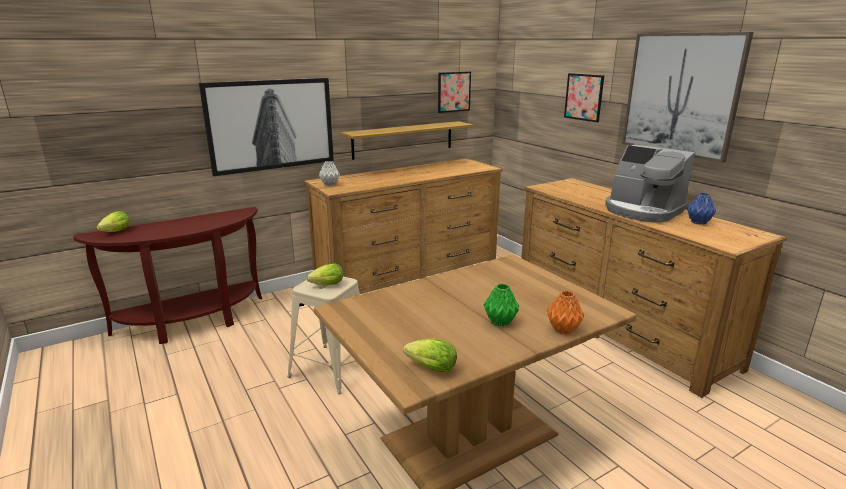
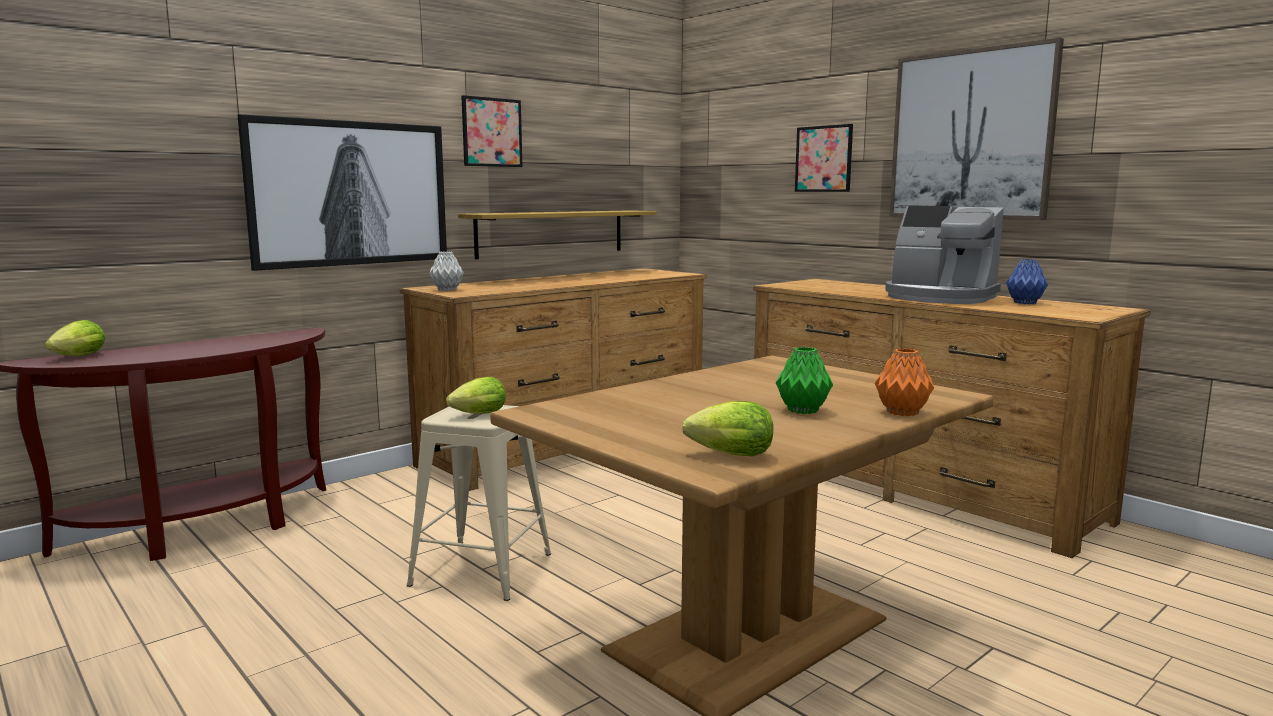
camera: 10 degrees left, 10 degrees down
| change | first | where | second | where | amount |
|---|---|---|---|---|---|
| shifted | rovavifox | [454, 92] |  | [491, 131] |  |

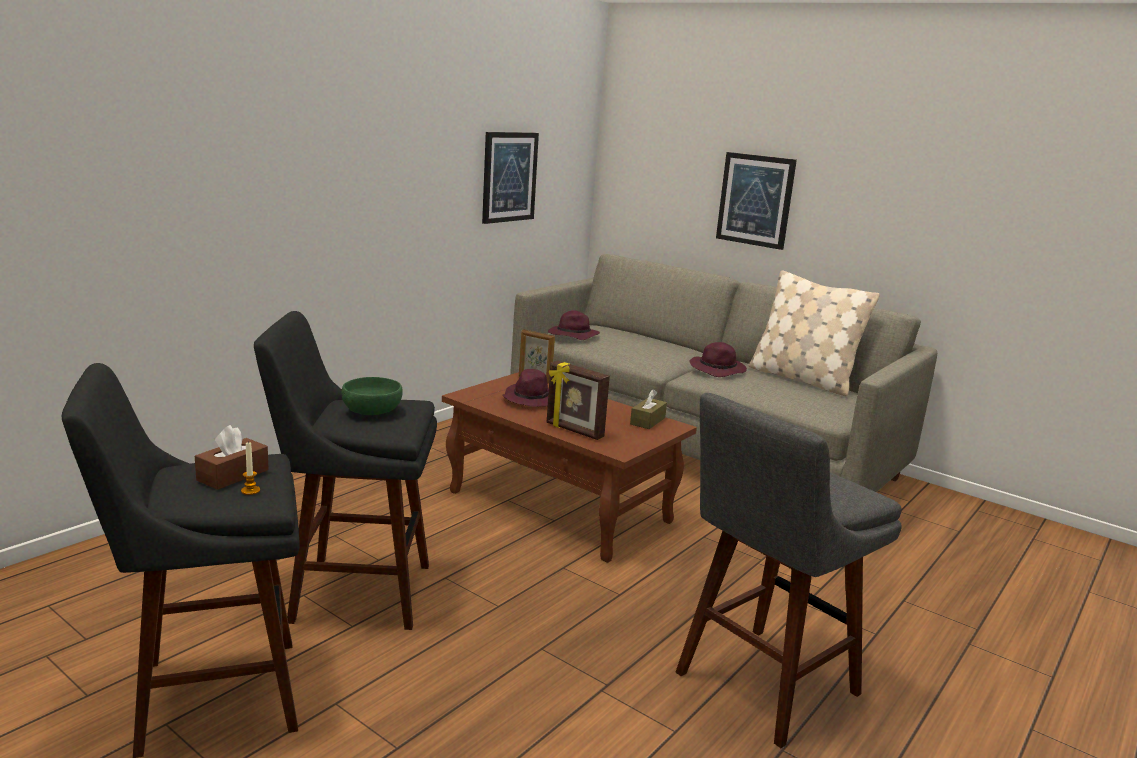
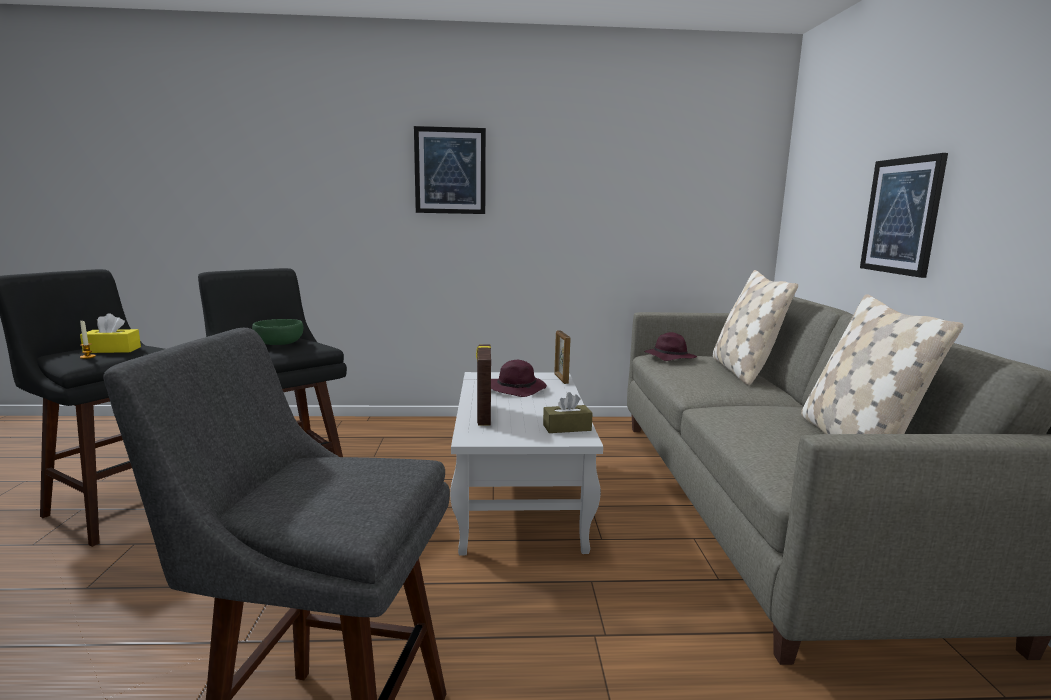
camera: 50 degrees right, 5 degrees down
| change | first | where | second | where | amount |
|---|---|---|---|---|---|
| repainted | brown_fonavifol | [232, 457] | yellow_fonavifol | [110, 333] |  |
| shifted | rovavifox | [510, 178] |  | [450, 170] |  |
| repainted | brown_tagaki | [569, 467] | white_tagaki | [526, 463] |  |
| new |  |  | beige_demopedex | [755, 328] |  |
| gone | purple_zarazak | [718, 359] |  |  |  |

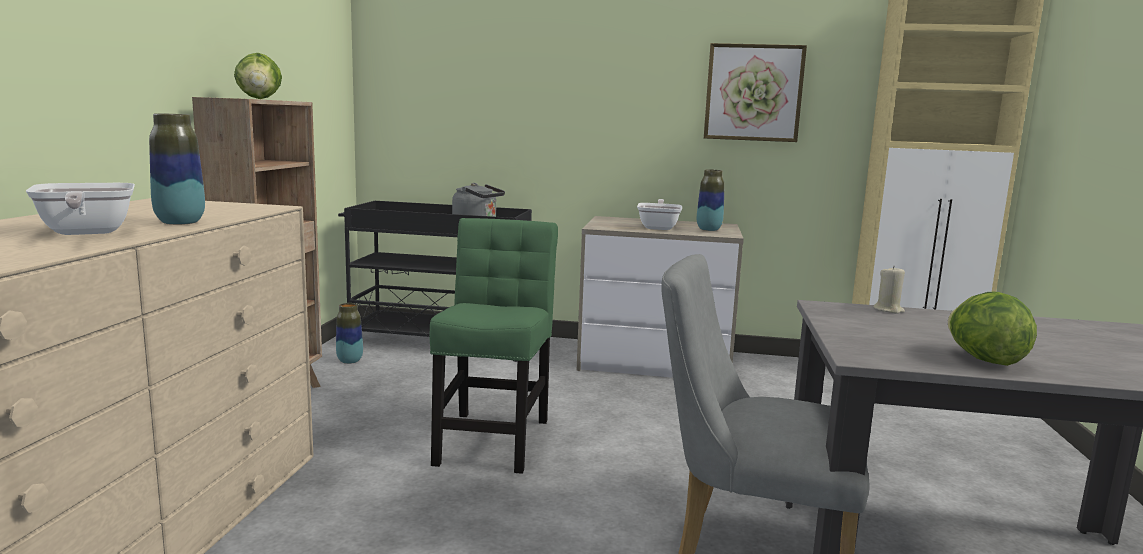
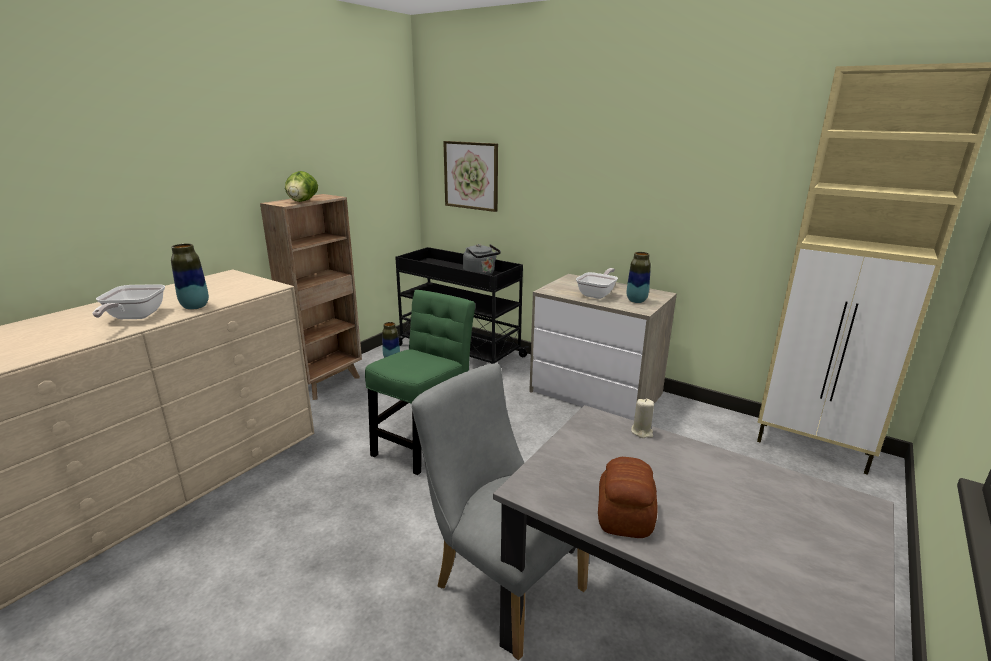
camera: 25 degrees right, 10 degrees up
| change | first | where | second | where | amount |
|---|---|---|---|---|---|
| shifted | rovavifox | [755, 92] |  | [470, 176] |  |
| swapped | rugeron | [992, 329] | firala | [627, 497] |  |

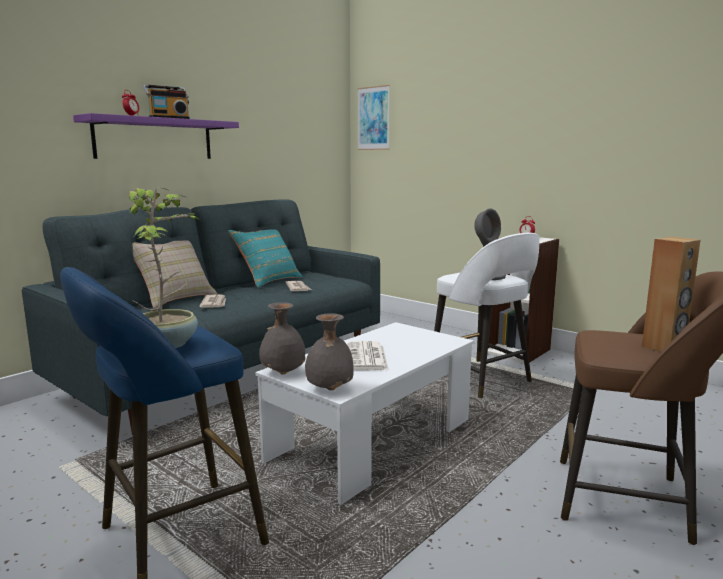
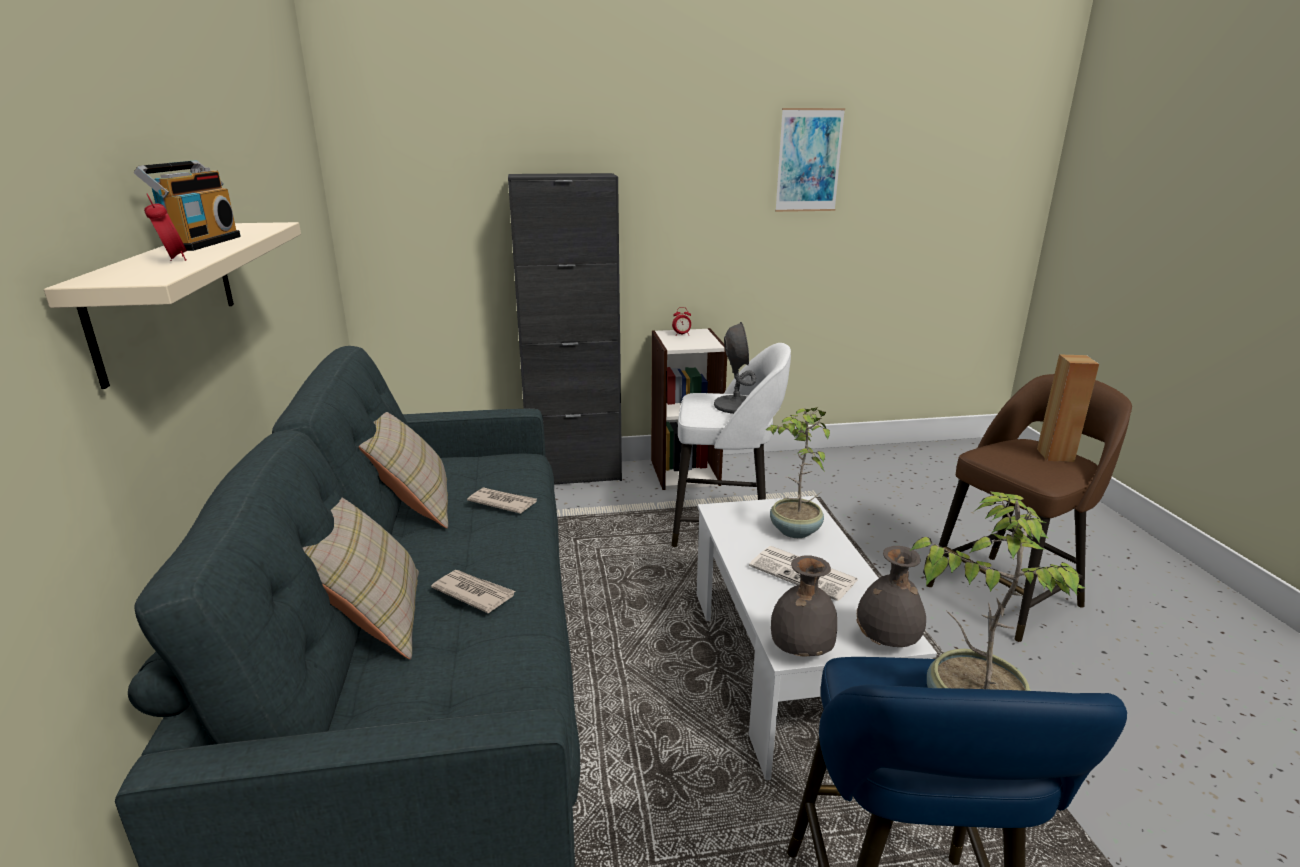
camera: 50 degrees left, 10 degrees up
| change | first | where | second | where | amount |
|---|---|---|---|---|---|
| repainted | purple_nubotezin | [156, 136] | beige_nubotezin | [172, 305] |  |
| repainted | turquoise_demopedex | [265, 258] | beige_demopedex | [403, 470] |  |
| new |  |  | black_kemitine | [565, 328] |  |
| new |  |  | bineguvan | [798, 472] |  |
| shifted | rovavifox | [374, 117] |  | [810, 160] |  |

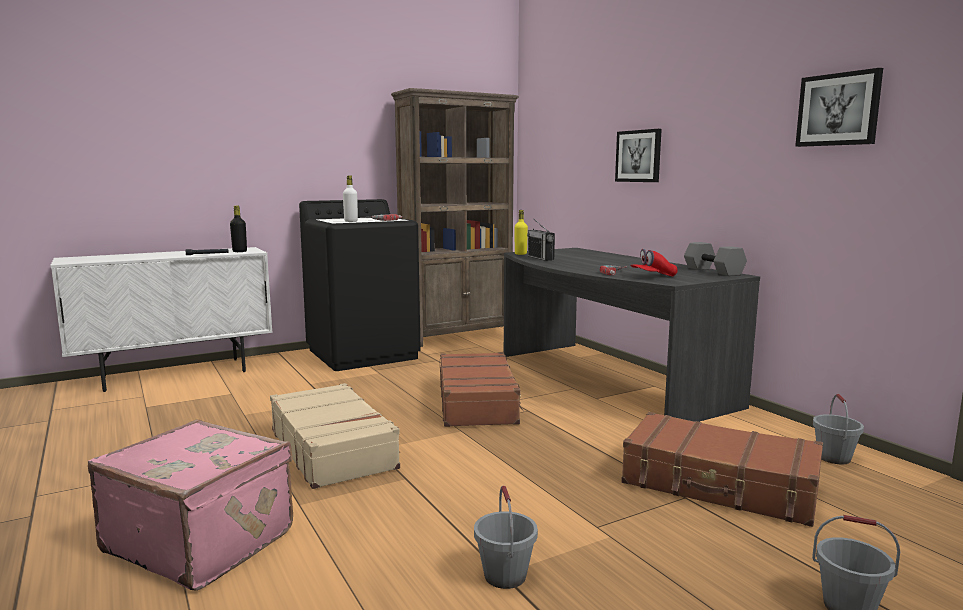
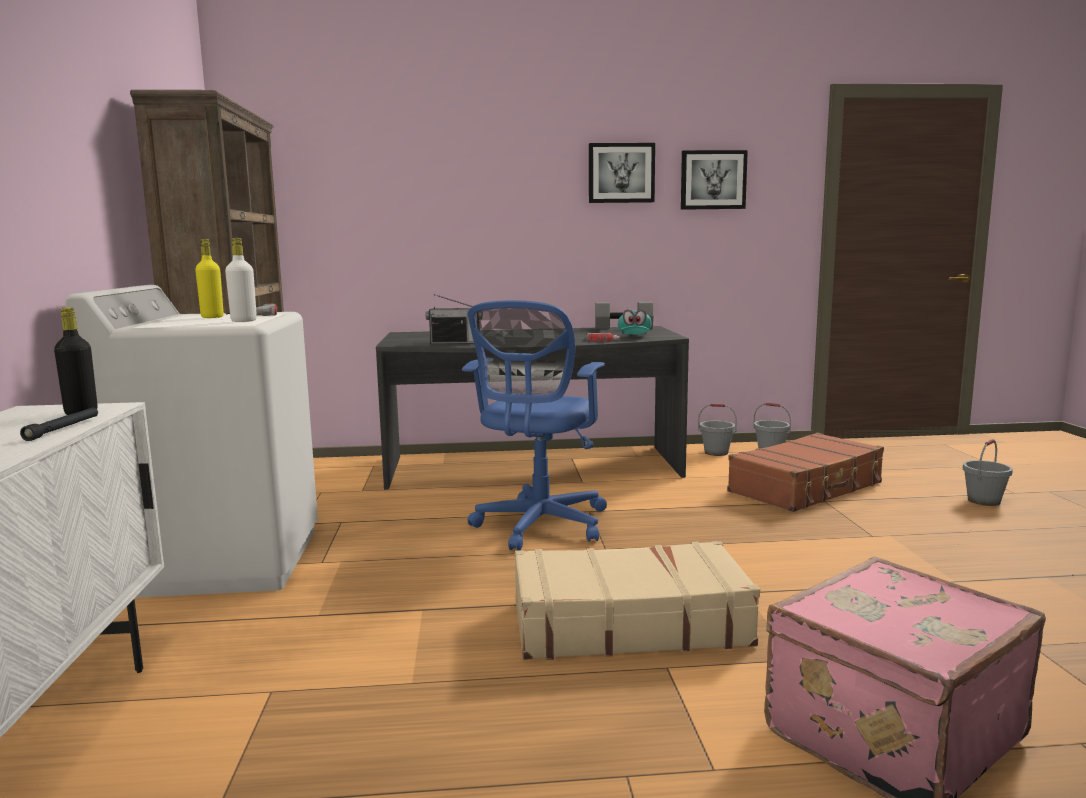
camera: 65 degrees left, 0 degrees up
| change | first | where | second | where | amount |
|---|---|---|---|---|---|
| repainted | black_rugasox | [360, 285] | white_rugasox | [191, 441] |  |
| shifted | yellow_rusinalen | [521, 232] |  | [209, 278] |  |
| swapped | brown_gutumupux | [482, 389] | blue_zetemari | [534, 425] |  |
| shifted | rovavifox | [638, 155] |  | [622, 173] |  |
| repainted | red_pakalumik | [653, 262] | turquoise_pakalumik | [634, 322] |  |
| shifted | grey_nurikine | [506, 537] |  | [717, 430] |  |

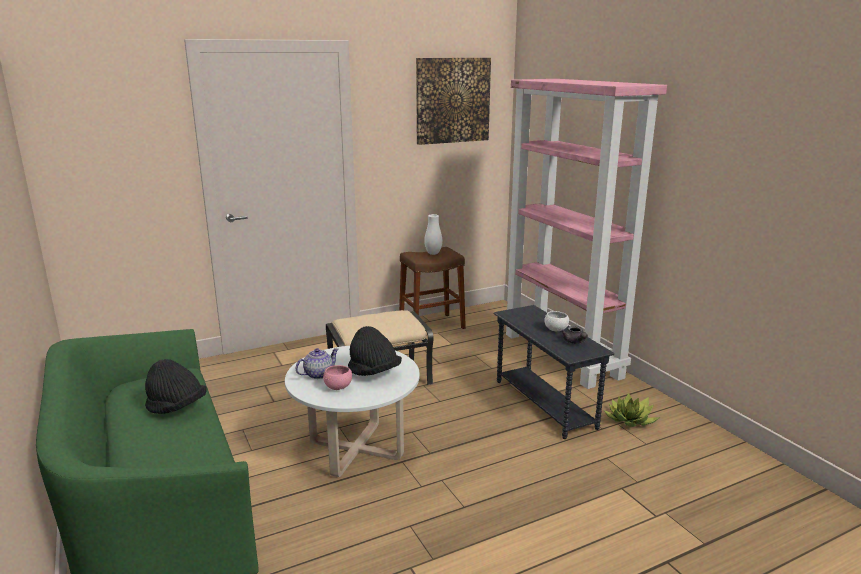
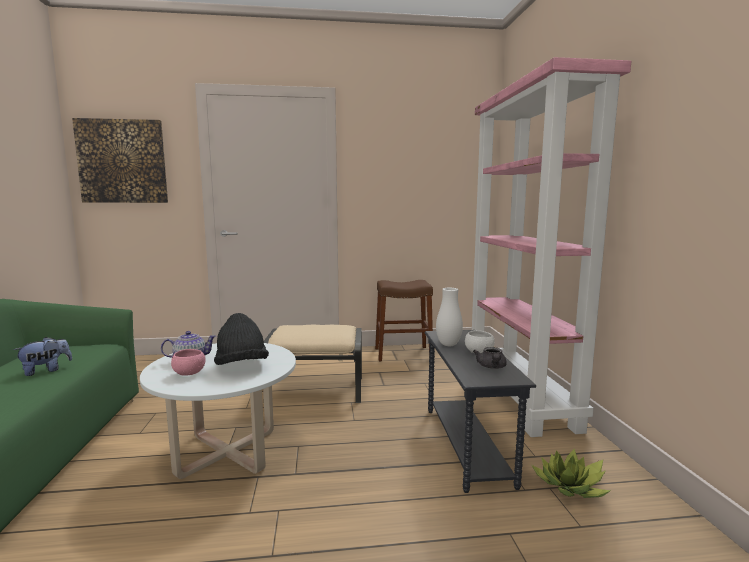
camera: 20 degrees right, 10 degrees down
| change | first | where | second | where | amount |
|---|---|---|---|---|---|
| swapped | black_zarazak | [176, 386] | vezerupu | [43, 356] |  |
| shifted | rovavifox | [453, 101] |  | [120, 160] |  |
| shifted | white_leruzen | [433, 234] |  | [449, 317] |  |

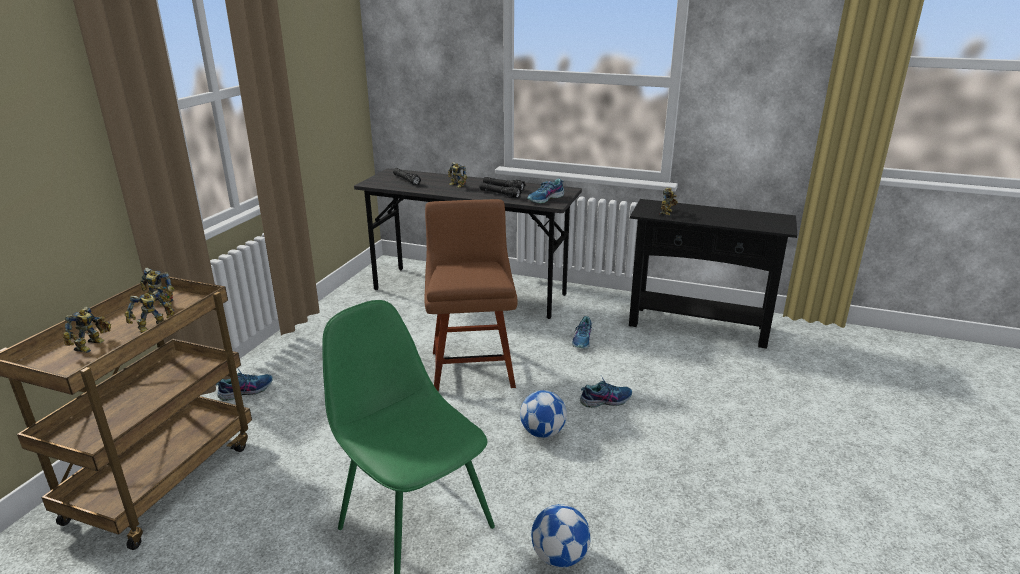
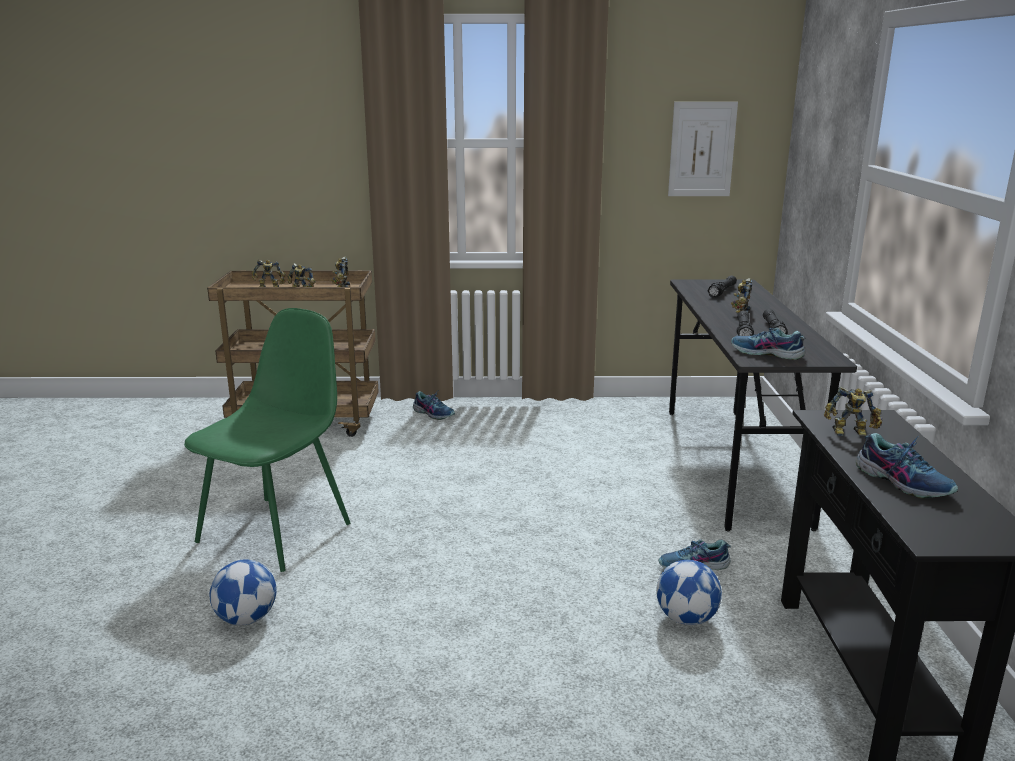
camera: 70 degrees right, 5 degrees down
| change | first | where | second | where | amount |
|---|---|---|---|---|---|
| shifted | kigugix | [543, 414] |  | [689, 592] |  |
| new |  |  | rovavifox | [703, 149] |  |
| shifted | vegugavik | [606, 392] |  | [907, 466] |  |
| gone | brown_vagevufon | [471, 295] |  |  |  |

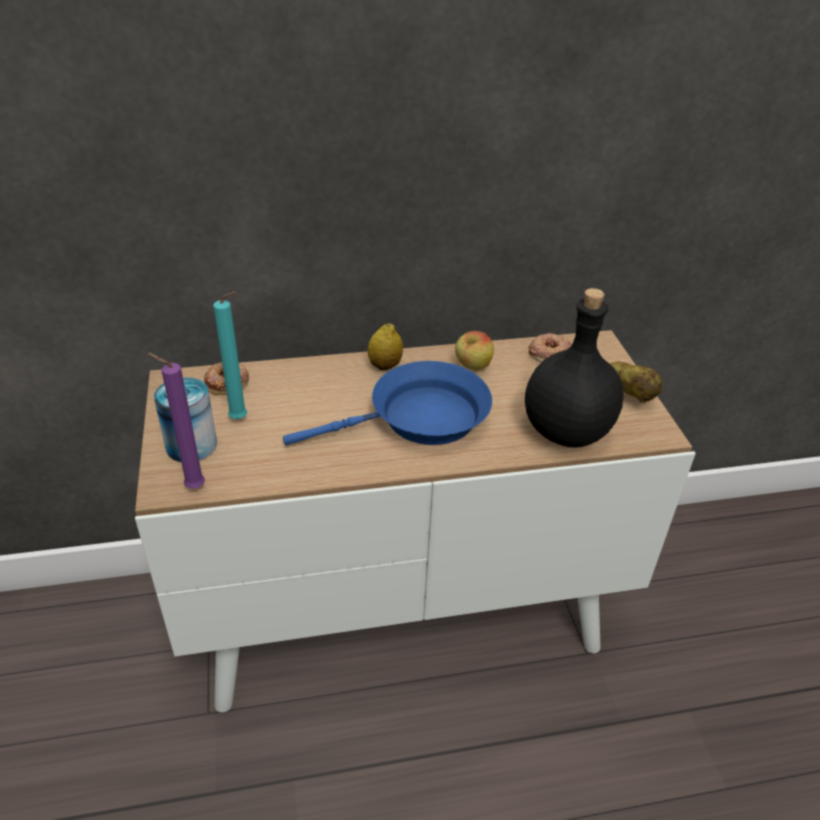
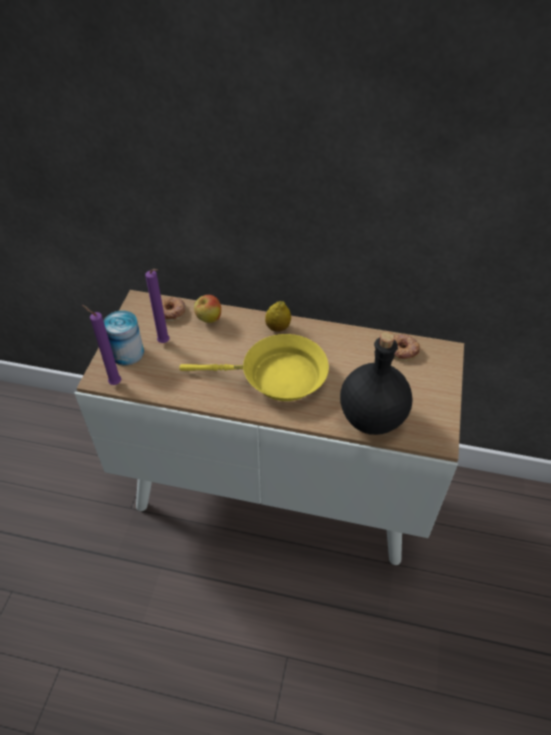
camera: 25 degrees right, 10 degrees up
| change | first | where | second | where | amount |
|---|---|---|---|---|---|
| repainted | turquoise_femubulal | [230, 355] | purple_femubulal | [157, 306] |  |
| repainted | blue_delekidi | [387, 403] | yellow_delekidi | [254, 367] |  |
| shifted | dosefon | [474, 351] |  | [207, 309] |  |
| gone | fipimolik | [636, 382] |  |  |  |

